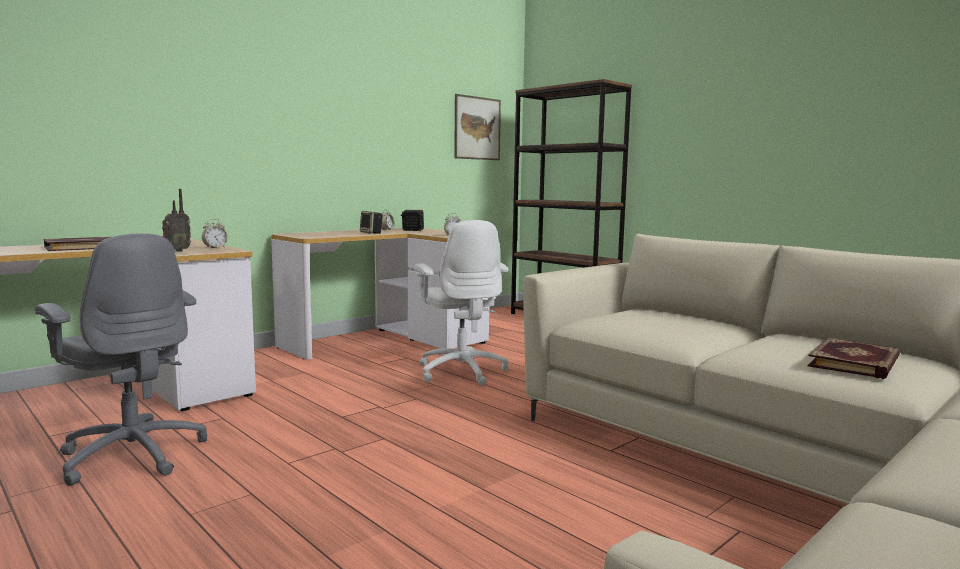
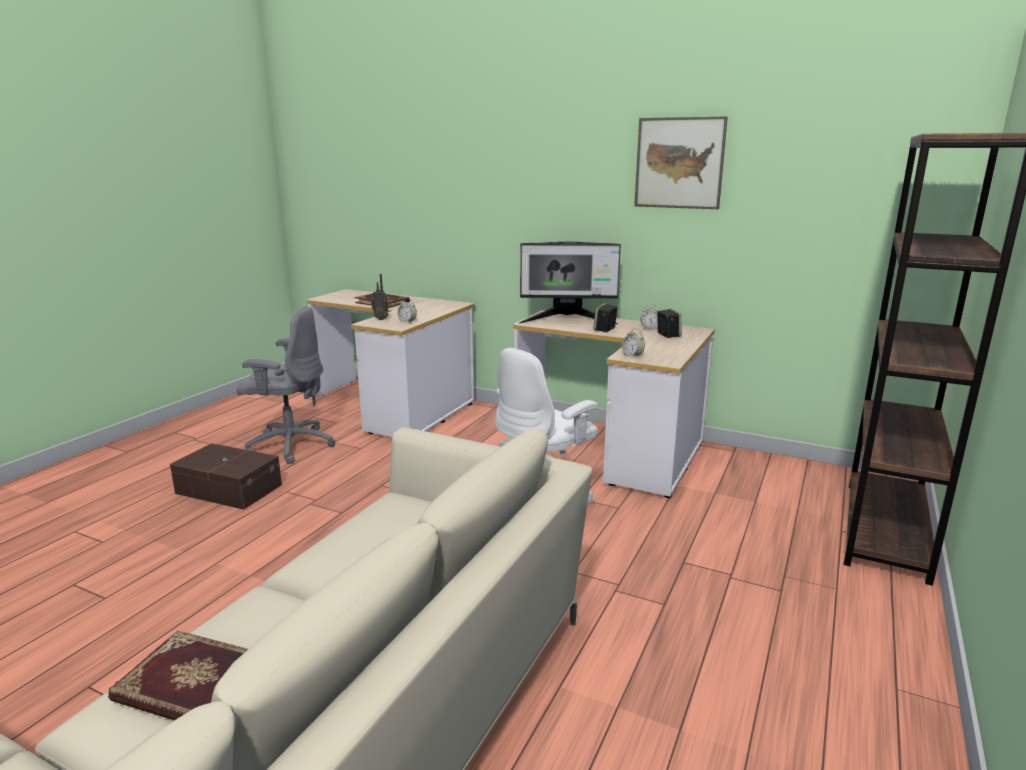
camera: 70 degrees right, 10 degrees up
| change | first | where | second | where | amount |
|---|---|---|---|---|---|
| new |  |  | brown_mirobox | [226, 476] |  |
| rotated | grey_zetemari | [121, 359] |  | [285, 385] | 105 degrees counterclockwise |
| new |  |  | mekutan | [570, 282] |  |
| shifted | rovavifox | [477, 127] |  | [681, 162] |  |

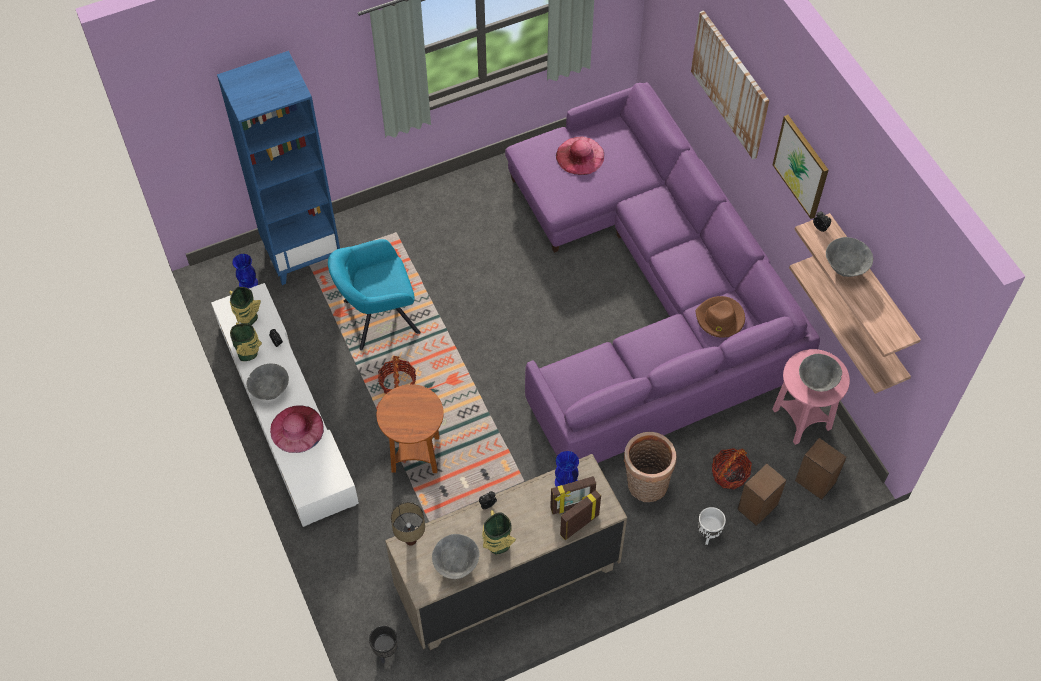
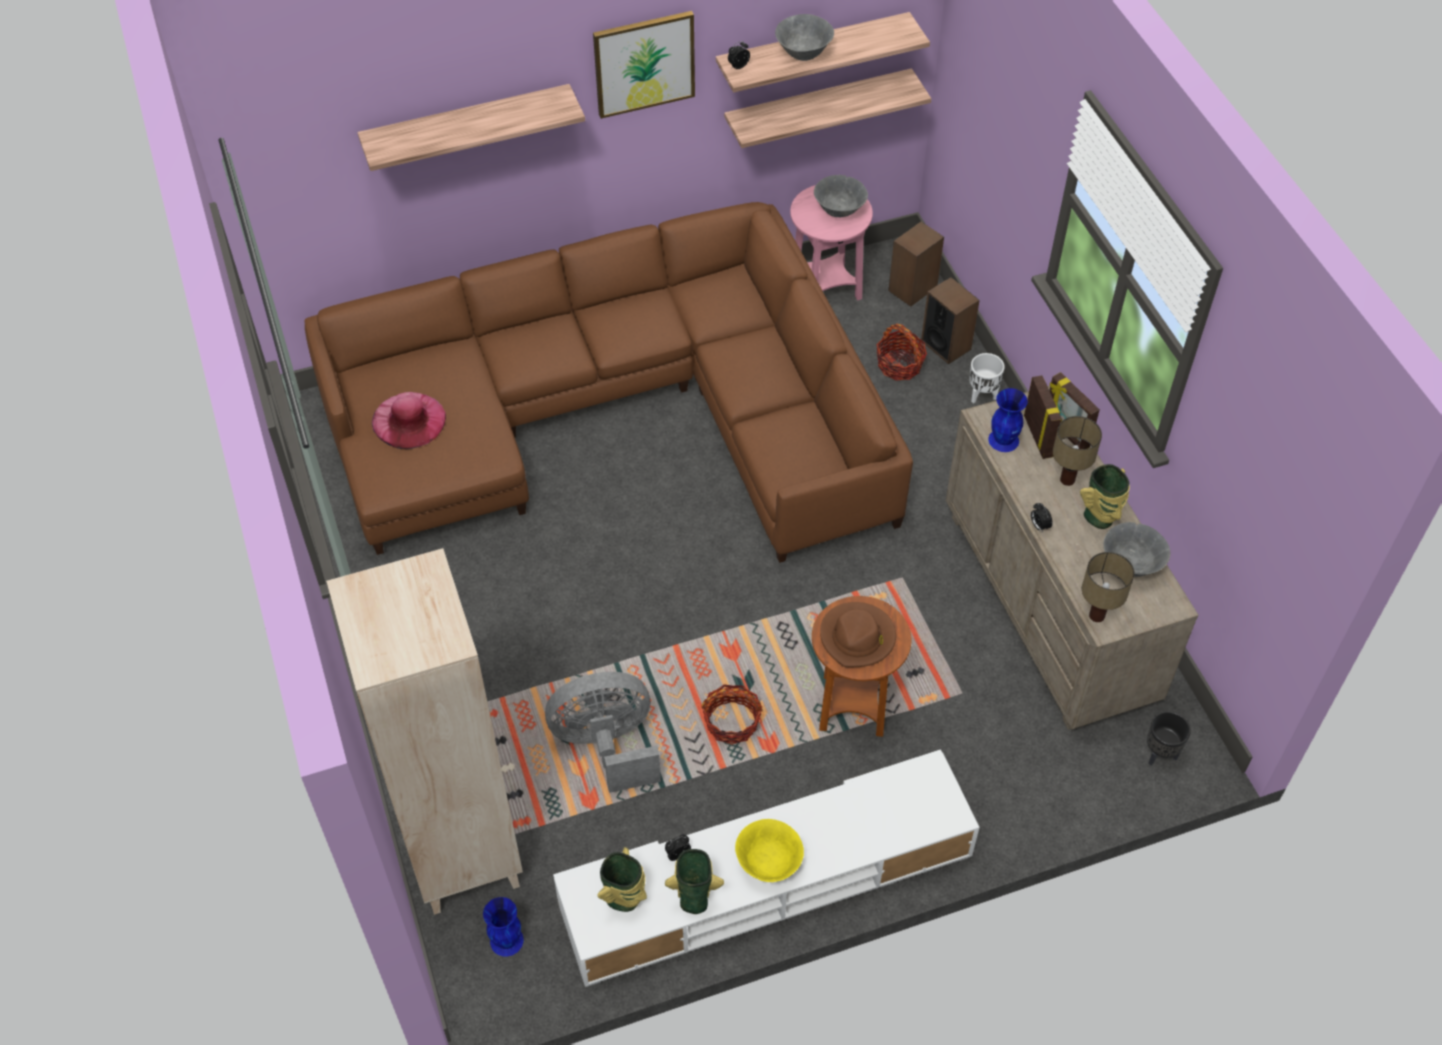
camera: 85 degrees left, 5 degrees down
| change | first | where | second | where | amount |
|---|---|---|---|---|---|
| repainted | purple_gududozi | [662, 272] | brown_gududozi | [608, 382] |  |
| repainted | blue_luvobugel | [278, 168] | beige_luvobugel | [424, 731] |  |
| swapped | rovavifox | [730, 85] | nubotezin | [471, 127] |  |
| swapped | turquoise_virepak | [374, 294] | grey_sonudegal | [603, 732] |  |
| repainted | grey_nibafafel | [268, 381] | yellow_nibafafel | [769, 850] |  |
| shifted | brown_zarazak | [720, 317] |  | [858, 634] |  |
| new |  |  | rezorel | [1077, 451] |  |
| gone | pink_zarazak | [297, 429] |  |  |  |
| gone | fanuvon | [650, 467] |  |  |  |

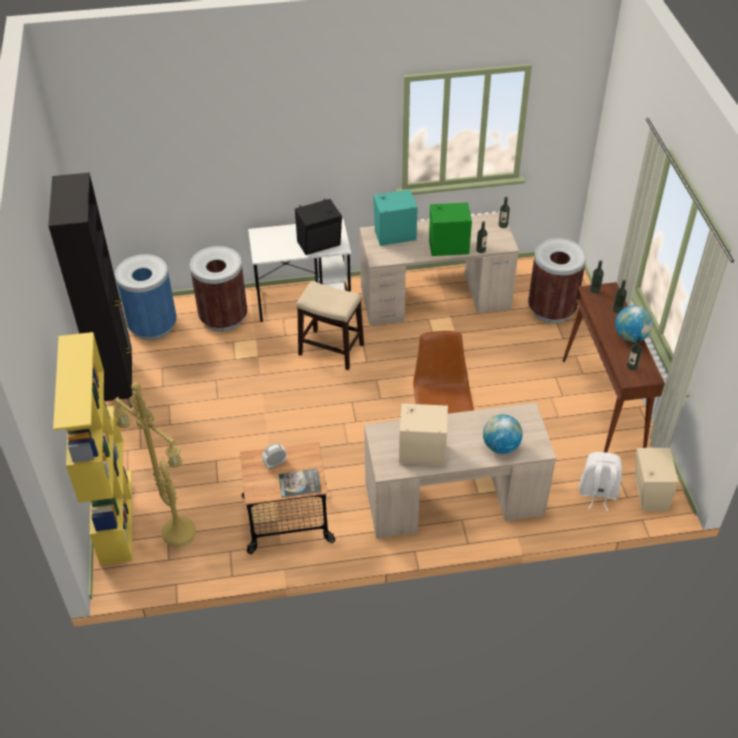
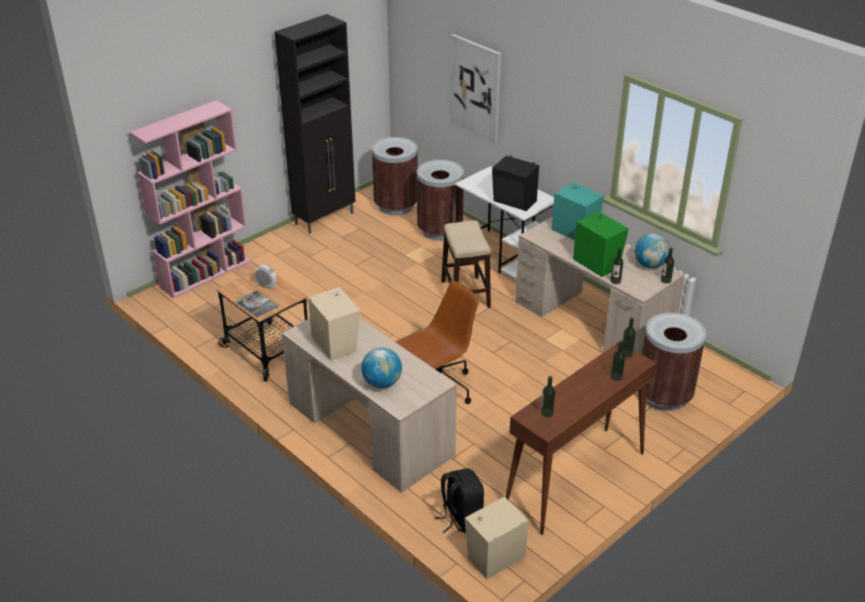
camera: 55 degrees right, 10 degrees down
| change | first | where | second | where | amount |
|---|---|---|---|---|---|
| repainted | yellow_luvobugel | [92, 448] | pink_luvobugel | [190, 199] |  |
| repainted | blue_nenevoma | [146, 297] | brown_nenevoma | [395, 176] |  |
| repainted | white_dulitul | [600, 481] | black_dulitul | [459, 500] |  |
| new |  |  | rovavifox | [475, 88] |  |
| shifted | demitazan | [634, 323] |  | [652, 250] |  |
| gone | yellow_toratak | [154, 464] |  |  |  |

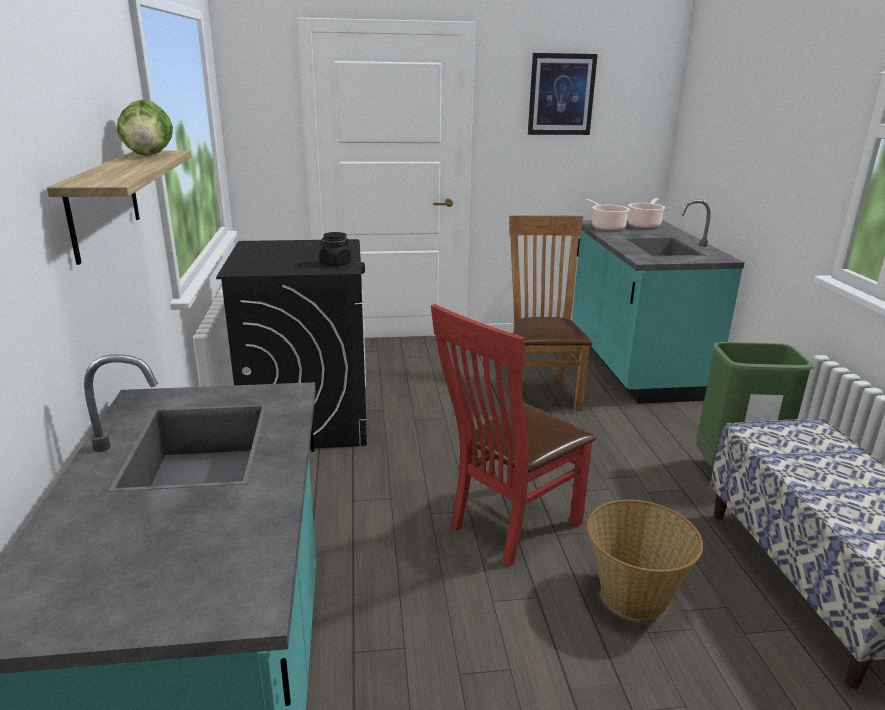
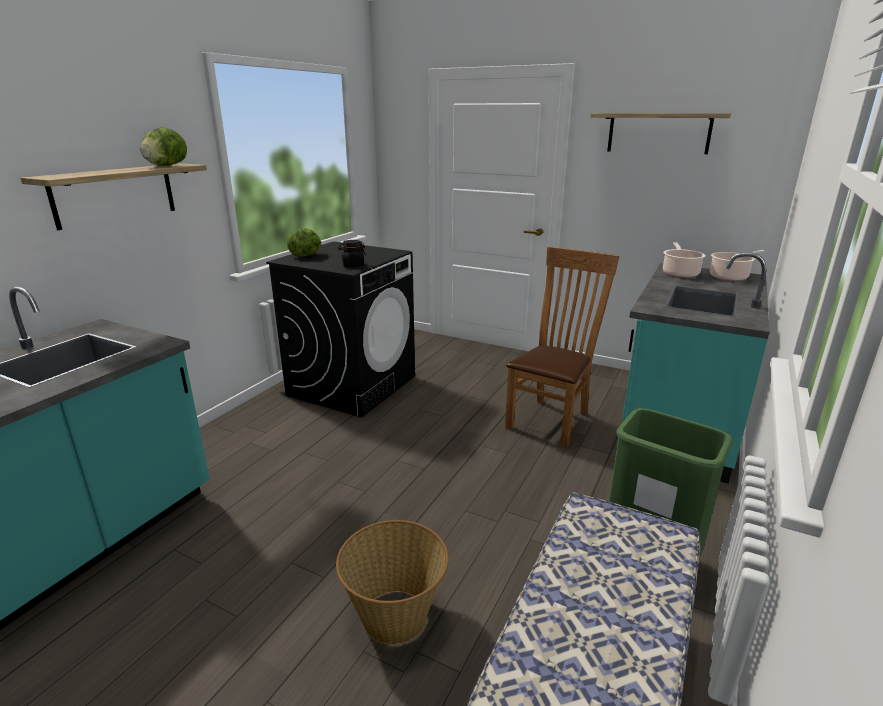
camera: 35 degrees right, 0 degrees up
| change | first | where | second | where | amount |
|---|---|---|---|---|---|
| new |  |  | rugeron | [304, 242] |  |
| swapped | rovavifox | [563, 94] | nubotezin | [661, 133] |  |
| gone | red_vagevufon | [513, 435] |  |  |  |

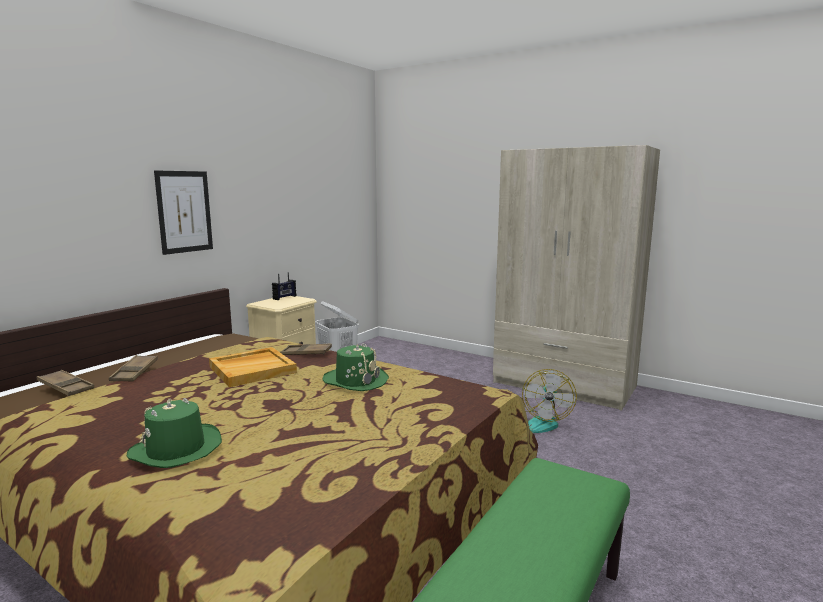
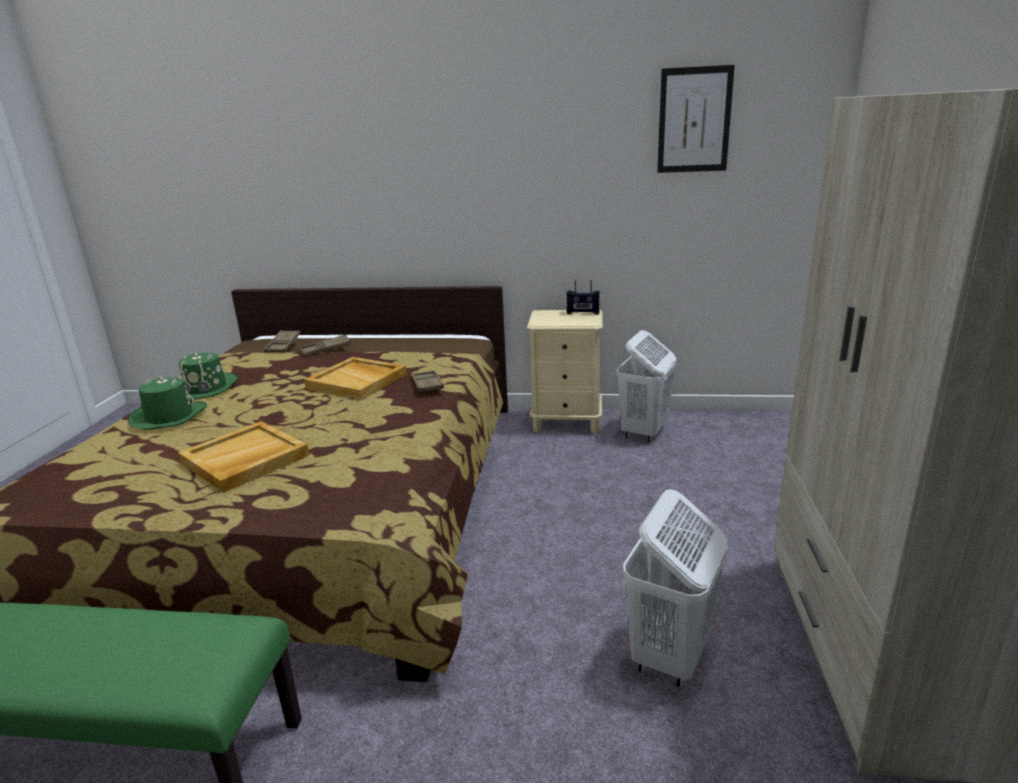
camera: 65 degrees right, 10 degrees up
| change | first | where | second | where | amount |
|---|---|---|---|---|---|
| new |  |  | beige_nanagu | [243, 457] |  |
| shifted | green_zarazak | [356, 367] |  | [209, 375] |  |
| swapped | sonudegal | [549, 401] | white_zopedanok | [675, 587] |  |
| shifted | rovavifox | [183, 212] |  | [696, 119] |  |

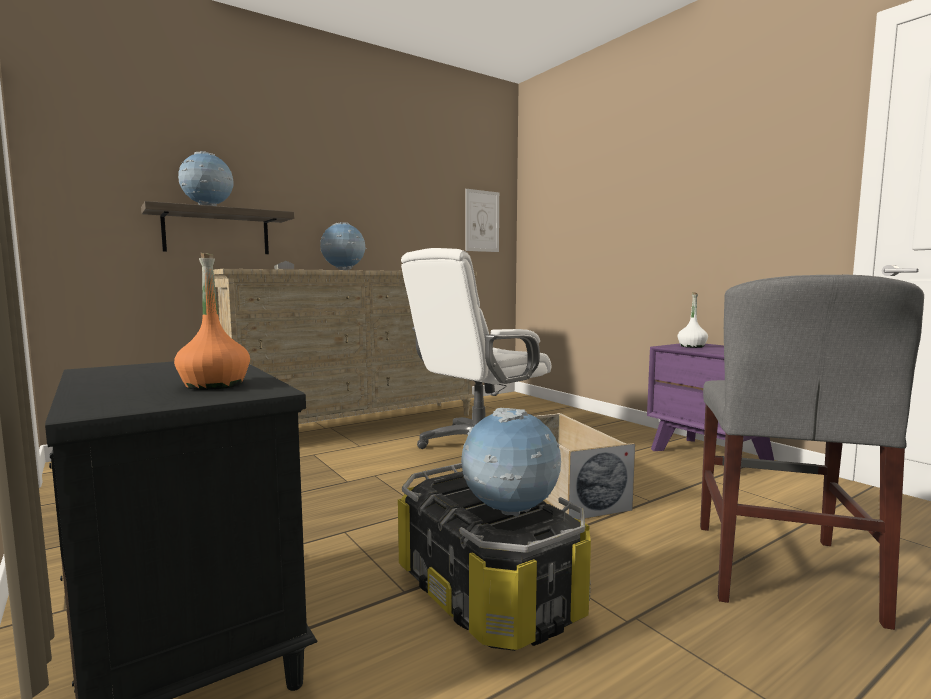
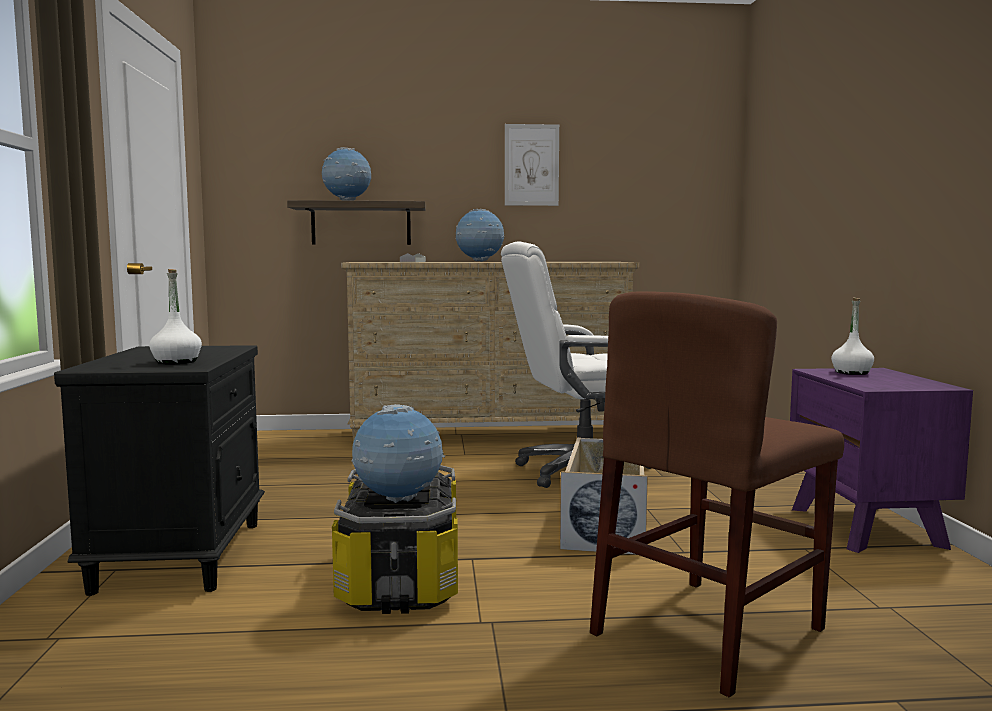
camera: 30 degrees right, 0 degrees up
| change | first | where | second | where | amount |
|---|---|---|---|---|---|
| repainted | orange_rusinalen | [212, 321] | white_rusinalen | [175, 316] |  |
| shifted | rovavifox | [482, 220] |  | [532, 165] |  |
| repainted | grey_vagevufon | [812, 452] | brown_vagevufon | [717, 494] |  |

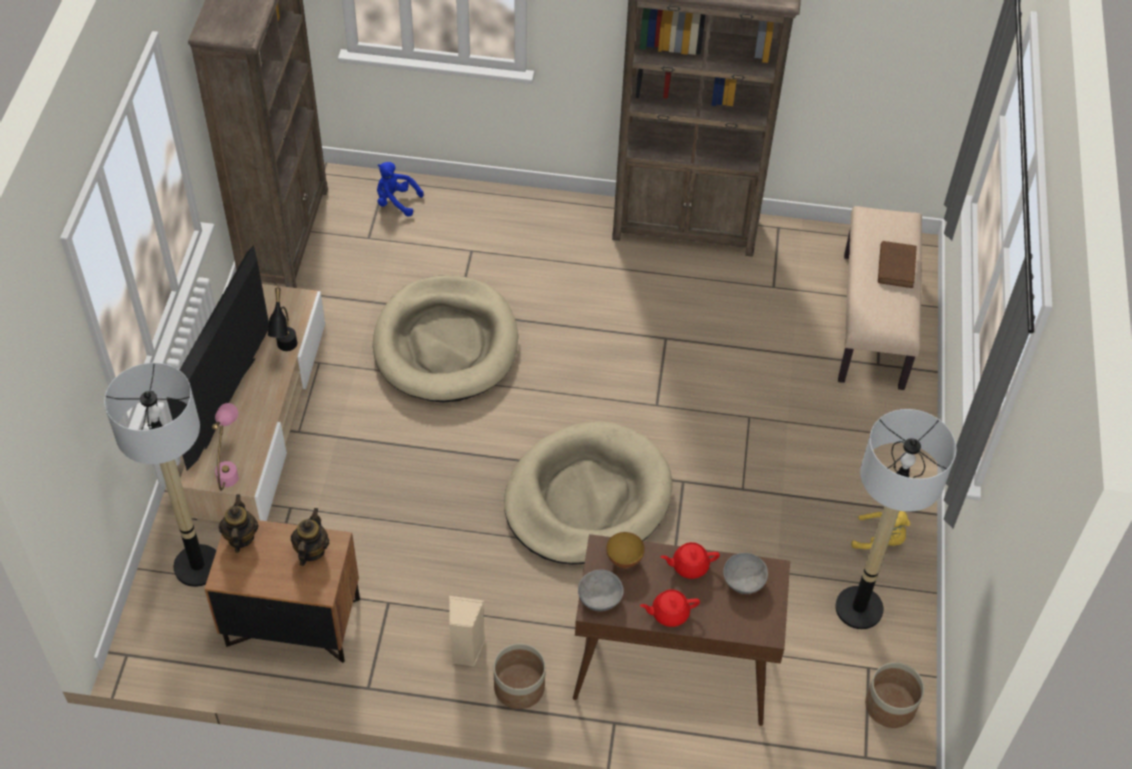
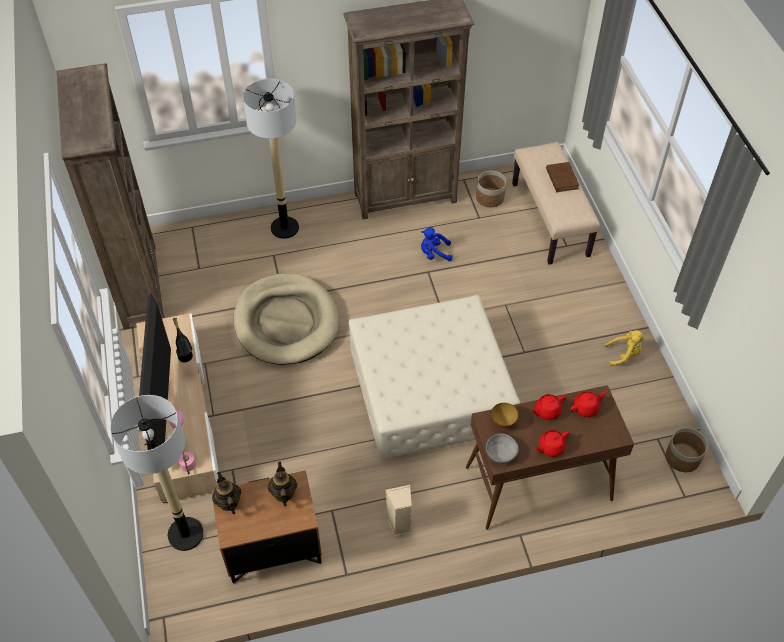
camera: 20 degrees left, 0 degrees up
| change | first | where | second | where | amount |
|---|---|---|---|---|---|
| shifted | toratak | [896, 519] |  | [271, 159] |  |
| swapped | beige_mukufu | [588, 493] | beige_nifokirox | [434, 377] |  |
| shifted | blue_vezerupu | [400, 189] |  | [436, 244] |  |
| shifted | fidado | [519, 676] |  | [491, 189] |  |
| swapped | grey_nibafafel | [745, 573] | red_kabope | [588, 404] |  |

